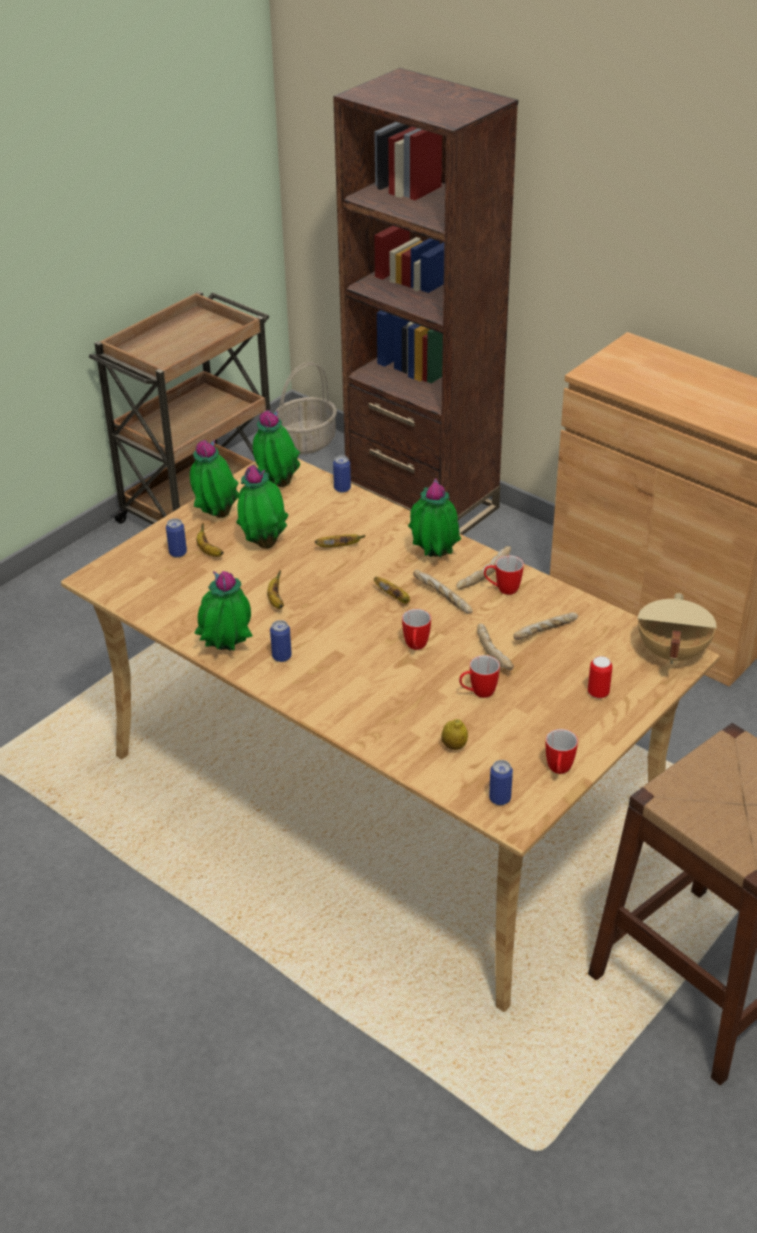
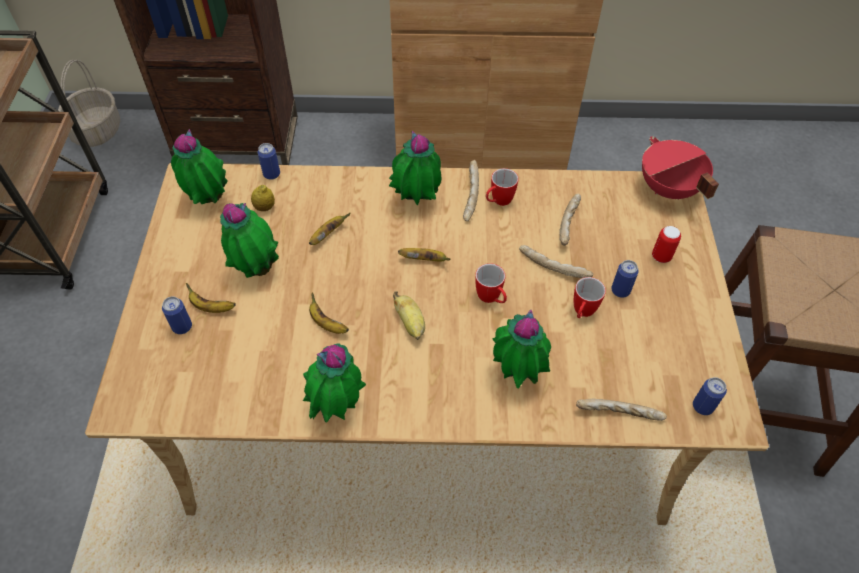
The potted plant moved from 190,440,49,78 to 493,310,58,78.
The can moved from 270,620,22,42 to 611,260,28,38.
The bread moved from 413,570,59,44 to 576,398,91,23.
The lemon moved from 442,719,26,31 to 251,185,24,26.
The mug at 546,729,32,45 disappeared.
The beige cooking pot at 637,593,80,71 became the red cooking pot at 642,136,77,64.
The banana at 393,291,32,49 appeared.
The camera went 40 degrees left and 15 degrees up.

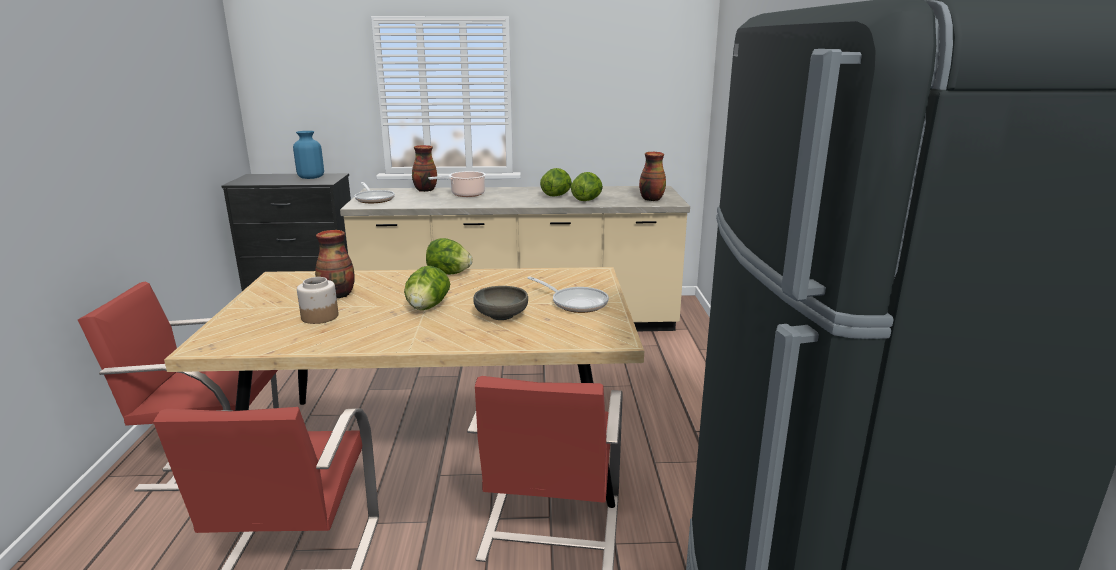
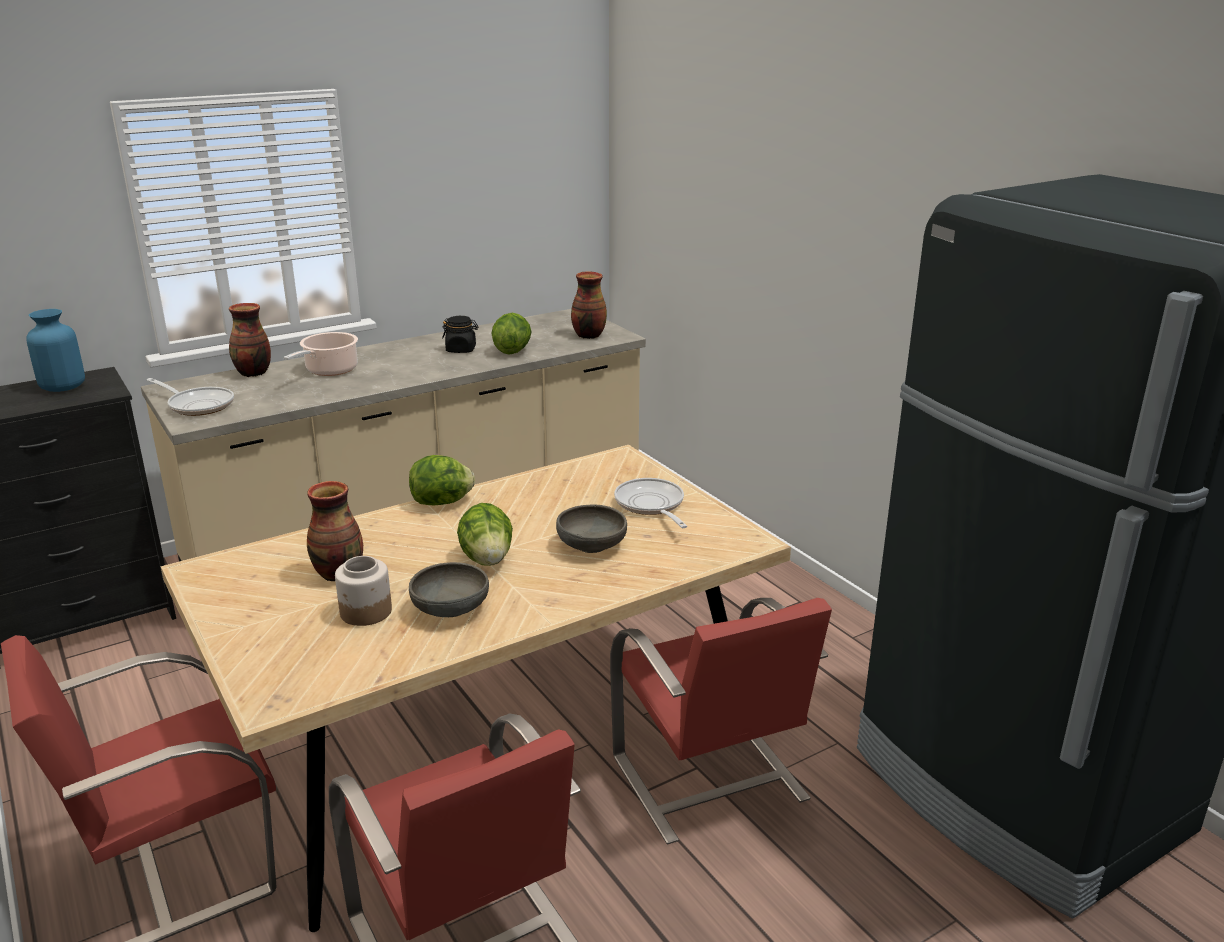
The frying pan at 528,276,81,37 turned 120 degrees counterclockwise.
The lettuce at 540,168,32,29 was replaced by the black jar at 442,316,36,37.
The grey bowl at 409,562,80,55 appeared.
The camera went 30 degrees left and 5 degrees up.

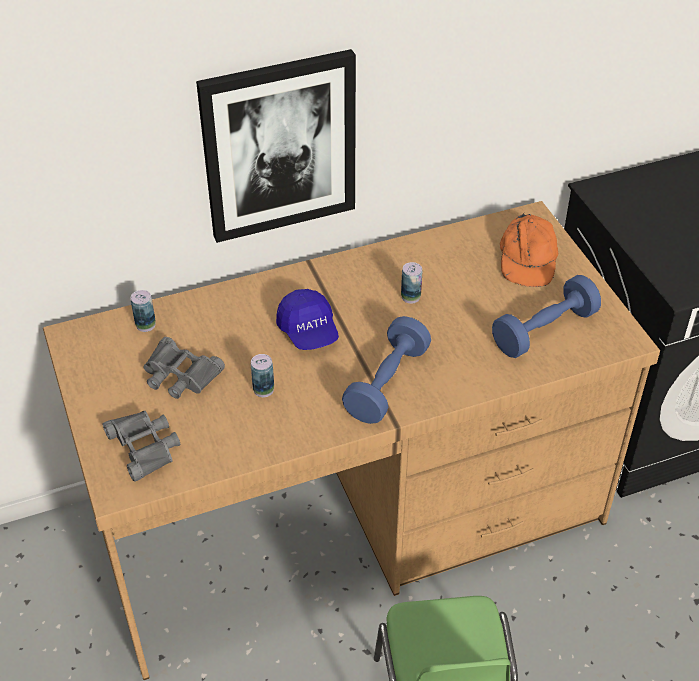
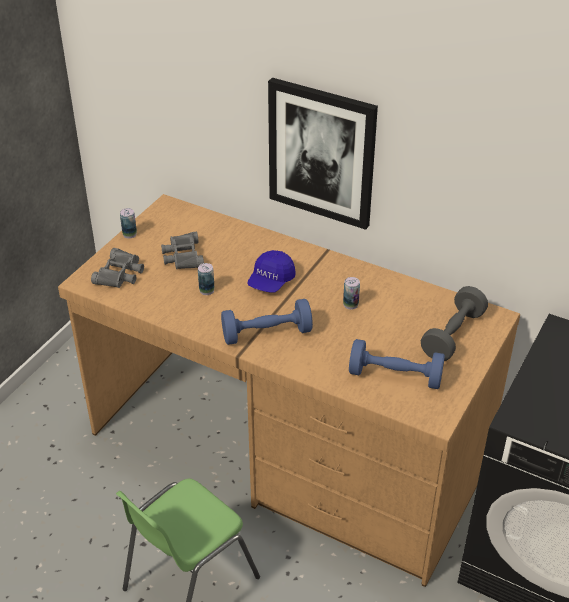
The can moved from 131,290,25,42 to 120,208,17,31.
The orange cap at 500,212,58,75 was replaced by the grey dumbbell at 421,286,67,75.
The camera went 50 degrees right and 5 degrees down.

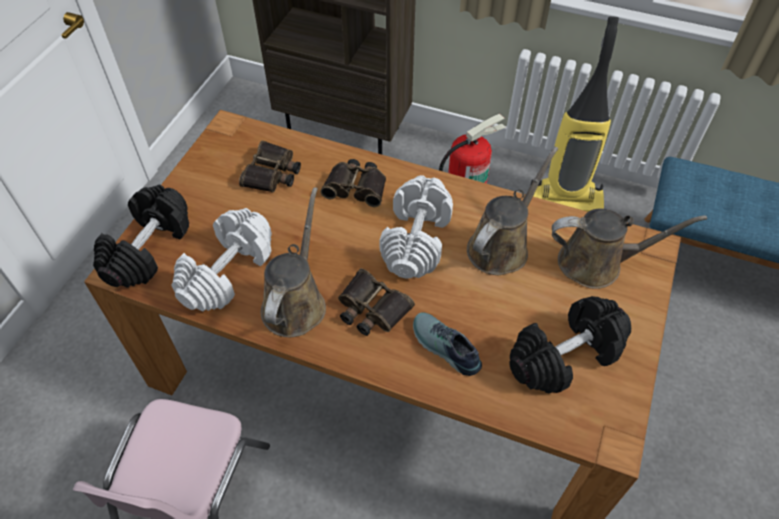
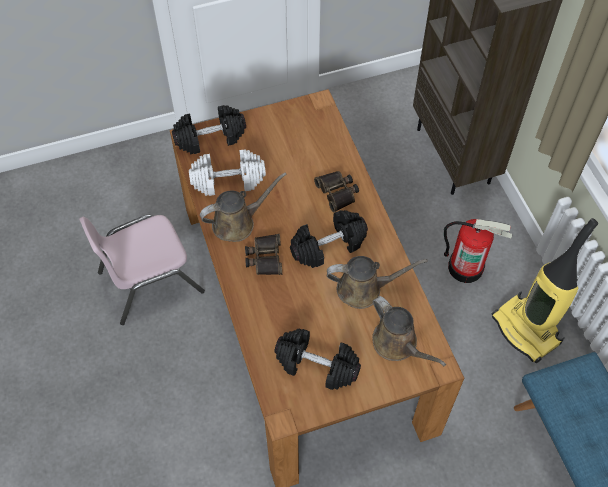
The binoculars at 239,141,62,51 disappeared.
The white dumbbell at 379,175,74,104 became the black dumbbell at 290,210,78,58.
The shoe at 413,312,69,64 disappeared.
The camera went 50 degrees right and 5 degrees up.

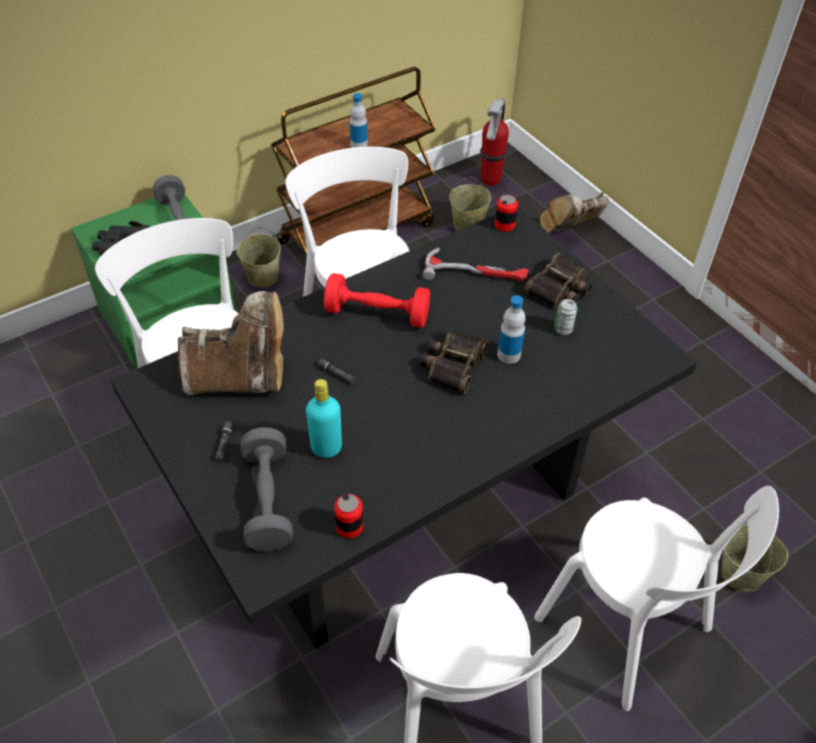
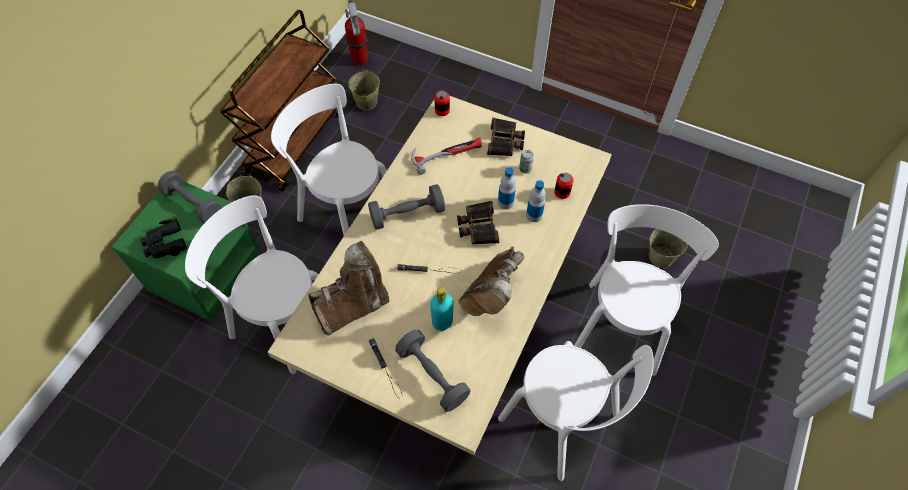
The black dining table at 111,206,586,443 became the beige dining table at 268,96,344,359.
The red dumbbell at 324,273,106,55 became the grey dumbbell at 368,184,77,46.
The can moved from 334,494,29,44 to 554,173,19,26.
The bottle moved from 350,93,18,55 to 526,180,20,42.
The white chair at 534,486,245,225 turned 90 degrees counterclockwise.
The brown boot moved from 540,192,69,41 to 458,247,66,69.
The camera went 30 degrees left and 10 degrees up.

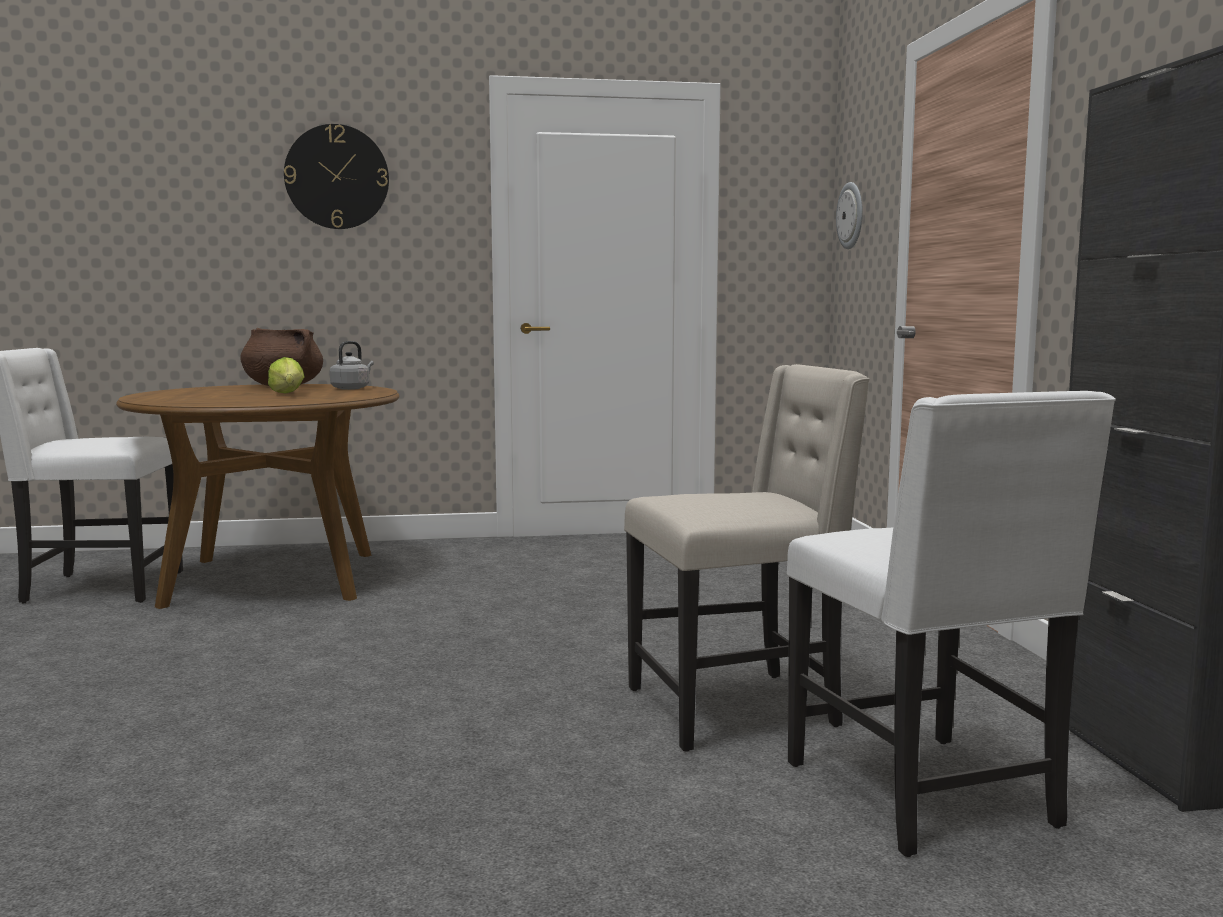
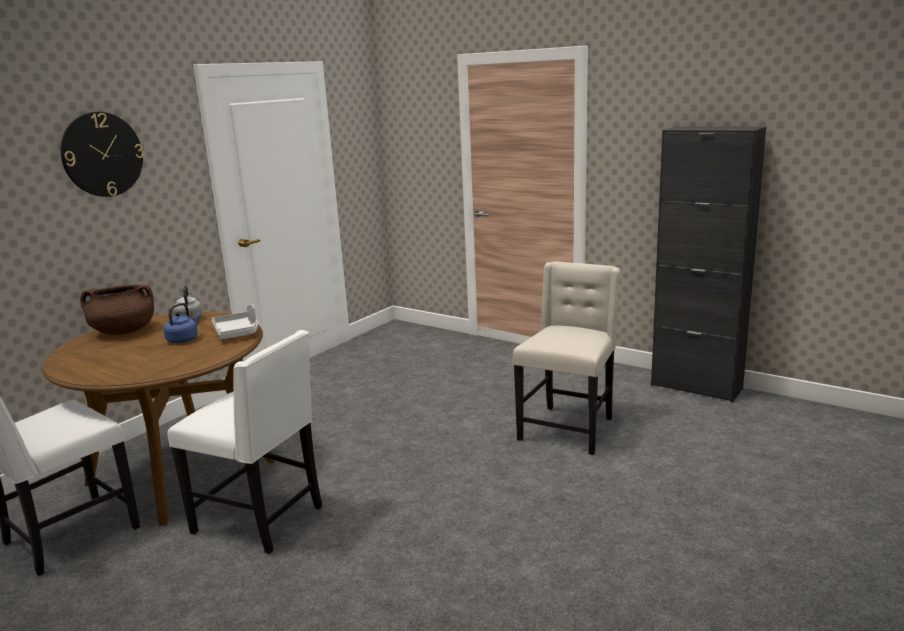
The lettuce at 268,357,37,36 was replaced by the blue kettle at 164,303,36,40.
The white chair moved from 787,391,329,466 to 168,330,154,224.
The wall clock at 836,182,27,67 disappeared.
The grey tray at 212,305,46,34 appeared.
The camera went 45 degrees left and 10 degrees up.

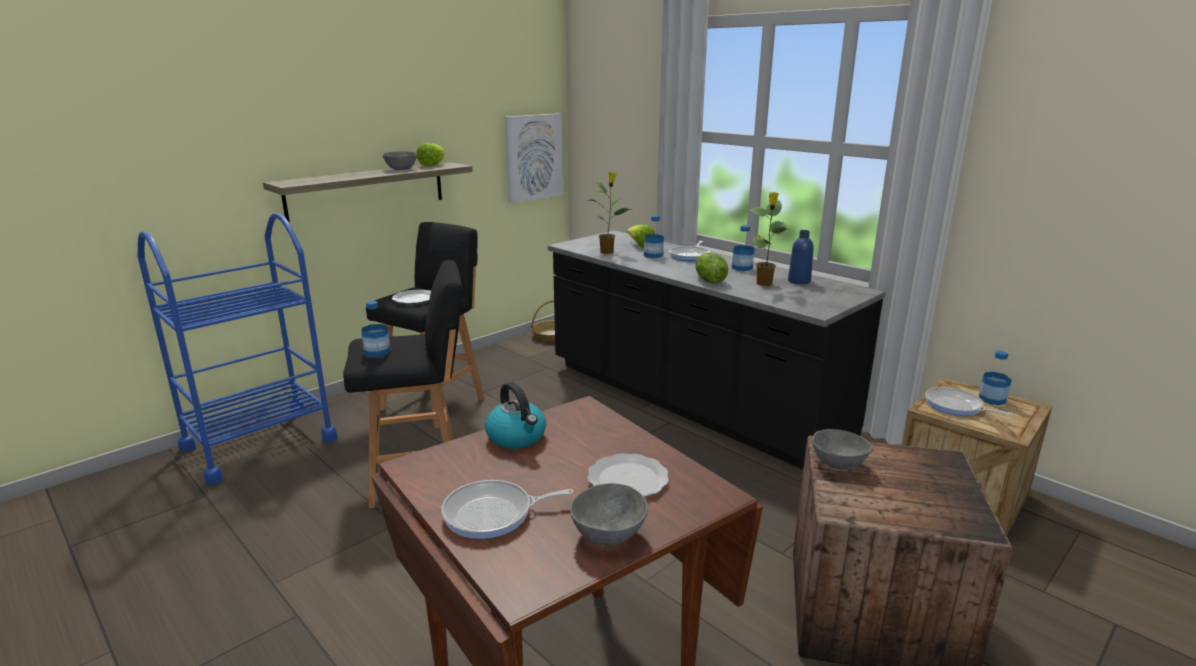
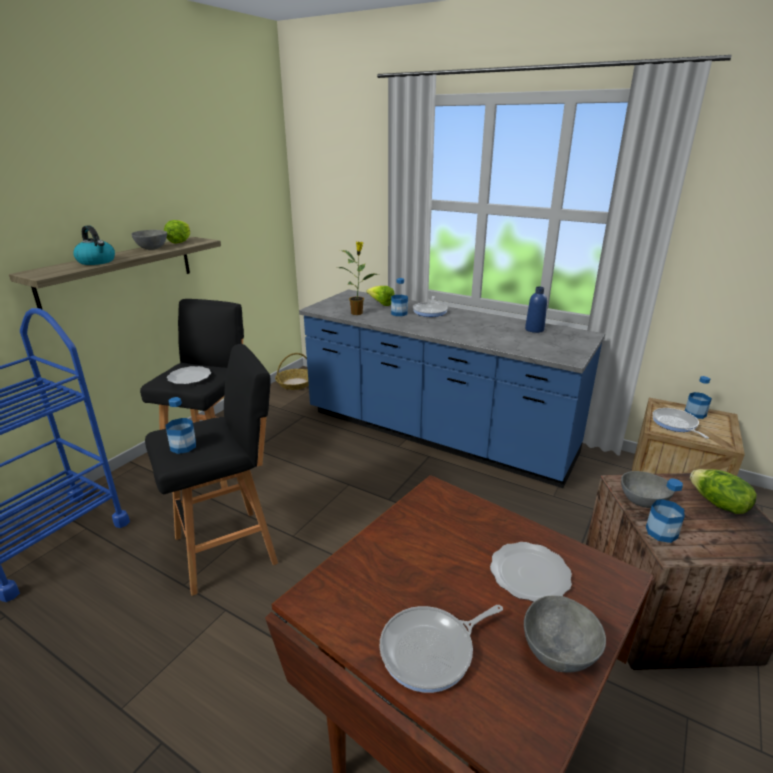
The kettle moved from 485,382,61,67 to 73,225,42,40.
The picture at 505,113,58,90 disappeared.
The black counter at 548,231,338,238 became the blue counter at 299,289,306,199.
The lettuce moved from 696,253,32,30 to 690,469,67,45.
The bottle moved from 732,225,22,46 to 646,478,39,65.
The potted plant at 749,192,38,94 disappeared.
The frying pan at 925,387,88,29 turned 45 degrees clockwise.
The camera went 15 degrees left and 5 degrees up.

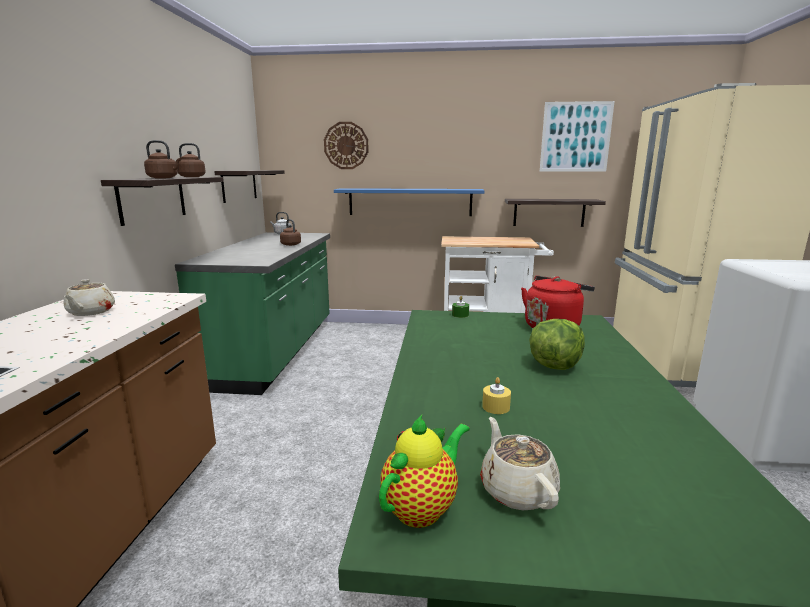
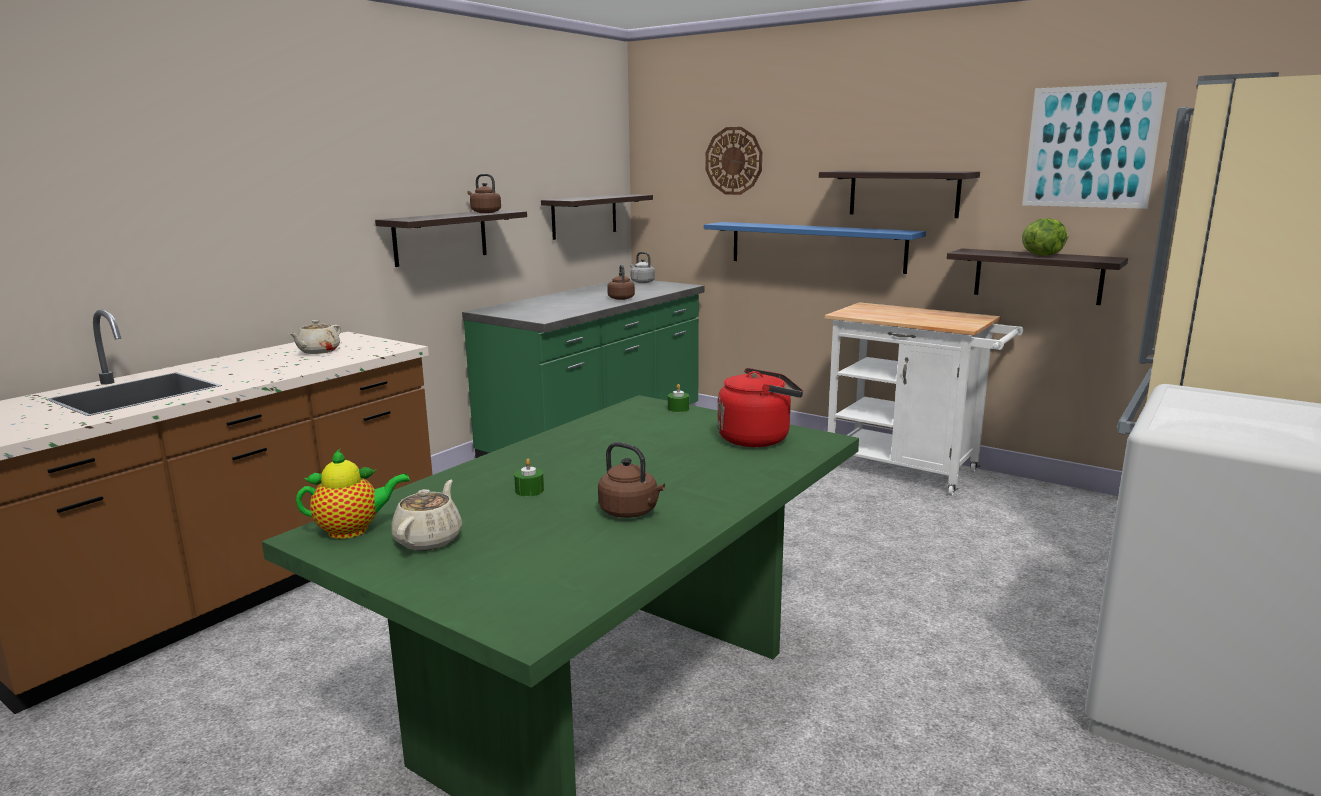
The brown kettle moved from 144,140,37,38 to 598,442,67,76.
The yellow candle at 482,377,29,37 became the green candle at 514,459,30,37.
The lettuce moved from 529,319,56,51 to 1022,218,46,38.
The shelf at 819,171,161,47 appeared.
The camera went 30 degrees right and 0 degrees up.

